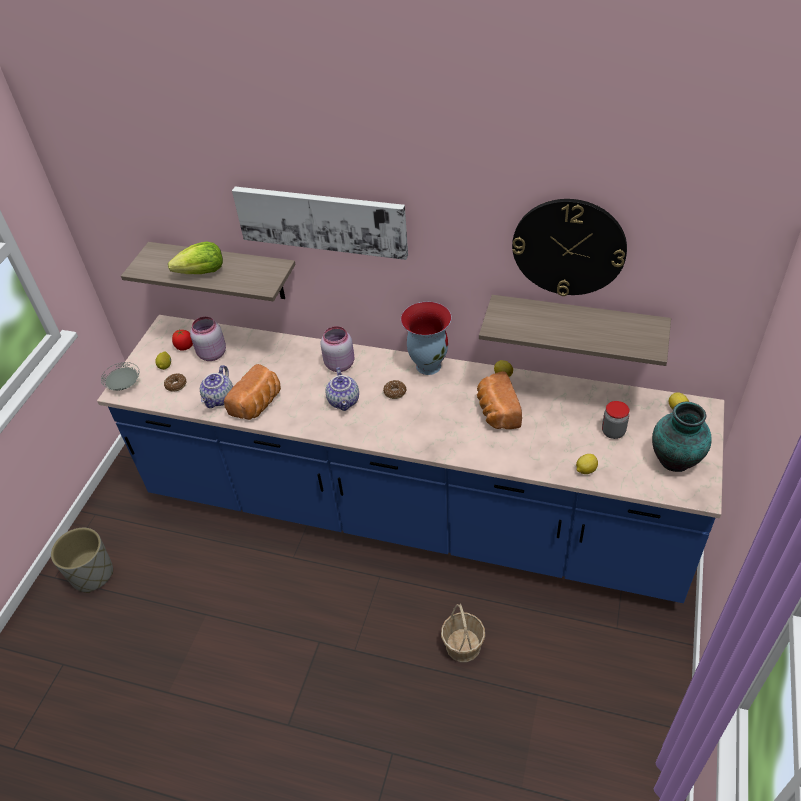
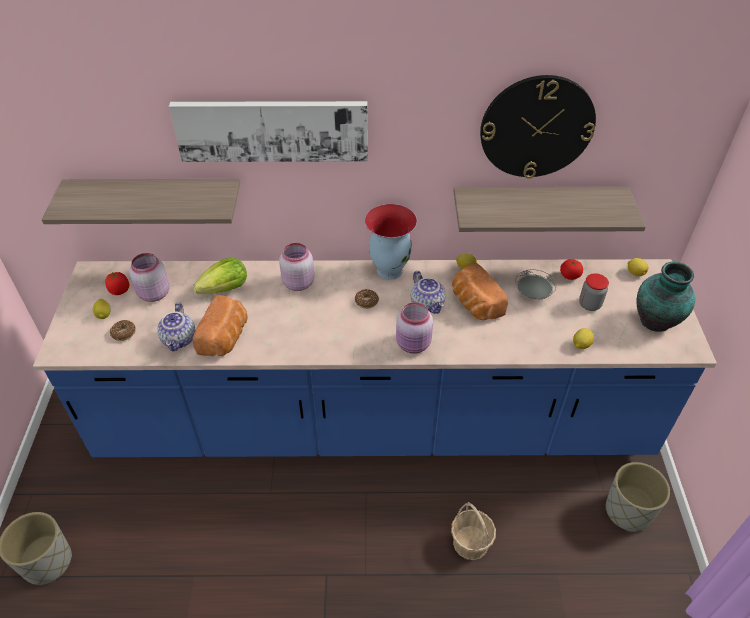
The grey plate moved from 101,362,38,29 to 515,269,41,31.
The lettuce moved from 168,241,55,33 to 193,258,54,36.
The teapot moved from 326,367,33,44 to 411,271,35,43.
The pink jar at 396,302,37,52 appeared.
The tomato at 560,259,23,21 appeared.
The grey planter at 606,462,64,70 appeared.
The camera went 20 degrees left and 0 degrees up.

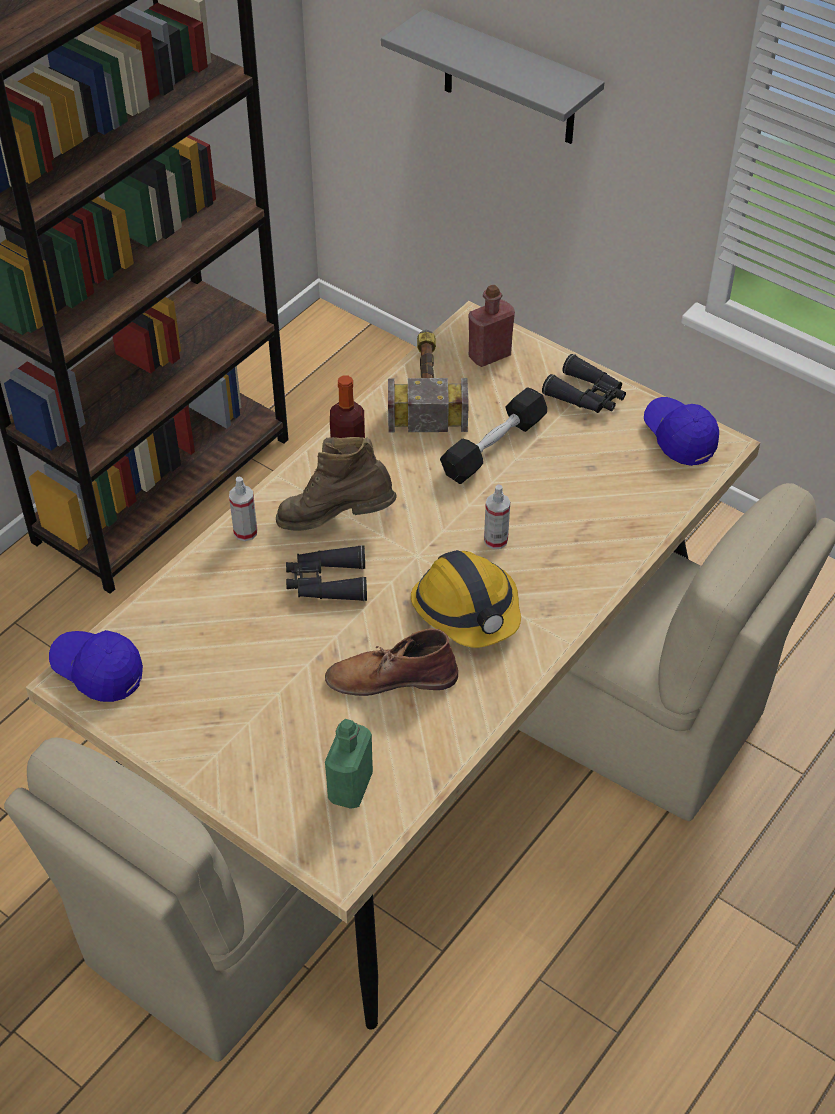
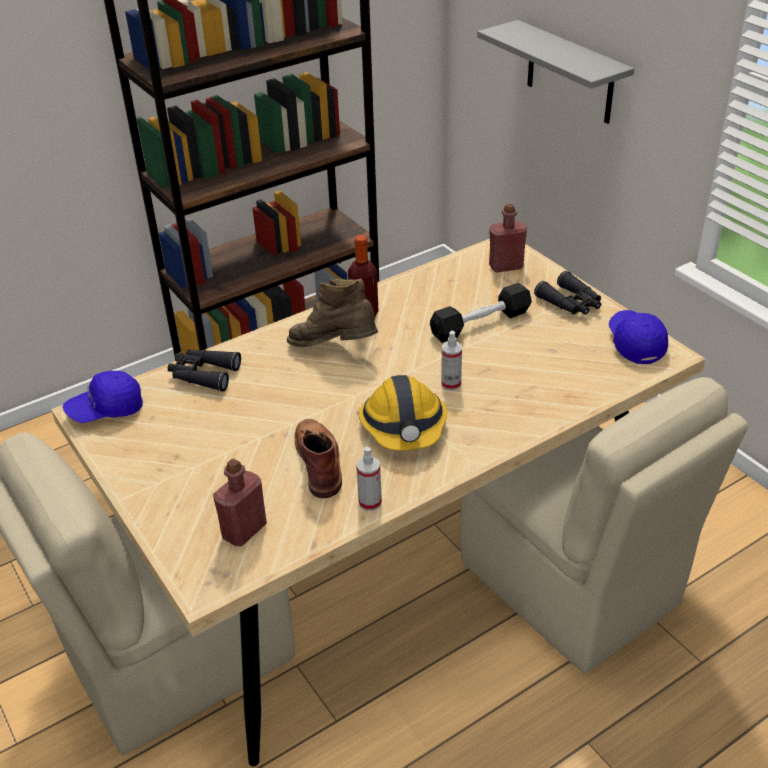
The blue cap at 49,630,94,72 turned 75 degrees counterclockwise.
The spray bottle moved from 229,477,28,64 to 356,447,26,64.
The black binoculars moved from 286,545,81,56 to 168,349,73,43.
The brown boot at 325,628,133,68 turned 60 degrees clockwise.
The green bottle at 325,719,48,90 became the red bottle at 213,459,54,87.
The hammer at 388,330,81,103 disappeared.
The camera went 20 degrees right and 10 degrees down.

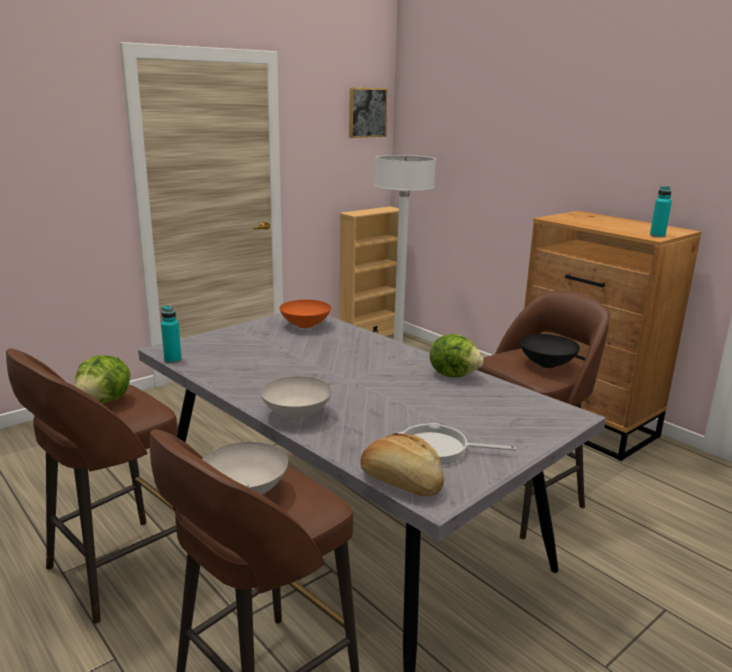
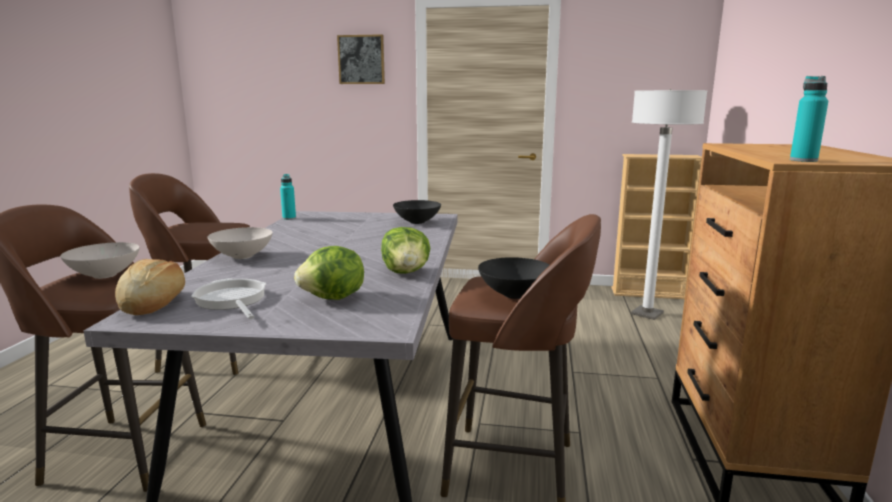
The lettuce moved from 75,355,56,48 to 294,246,70,54.
The orange bowl at 279,300,52,28 became the black bowl at 393,200,48,24.
The picture moved from 349,88,39,50 to 337,34,48,50.
The camera went 50 degrees right and 5 degrees down.

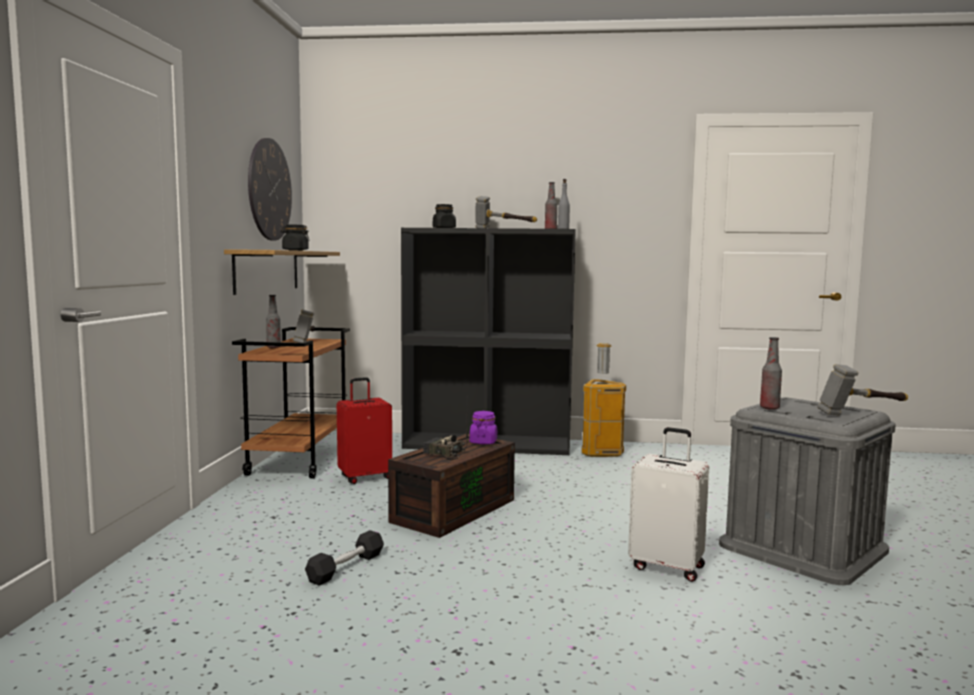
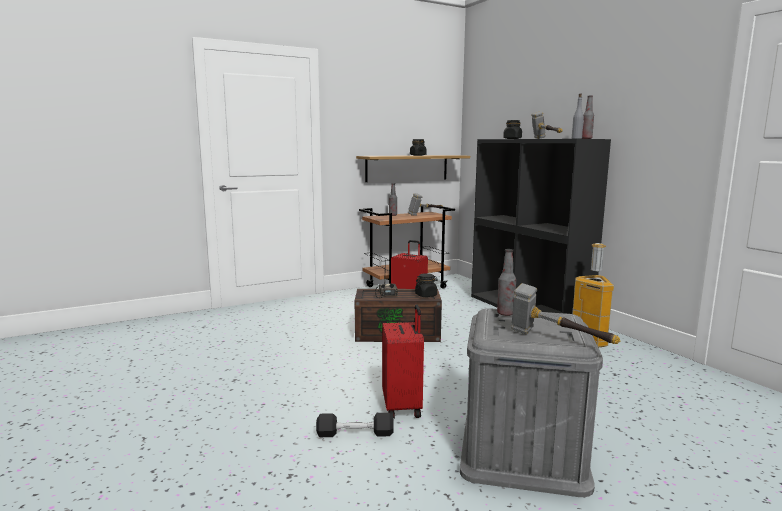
The wall clock at 248,138,44,103 disappeared.
The black dumbbell moved from 305,530,79,56 to 316,413,78,24.
The purple jar at 470,411,27,33 became the black jar at 415,273,23,24.
The white suitcase at 628,427,81,155 became the red suitcase at 382,305,42,114.
The camera went 55 degrees right and 5 degrees up.

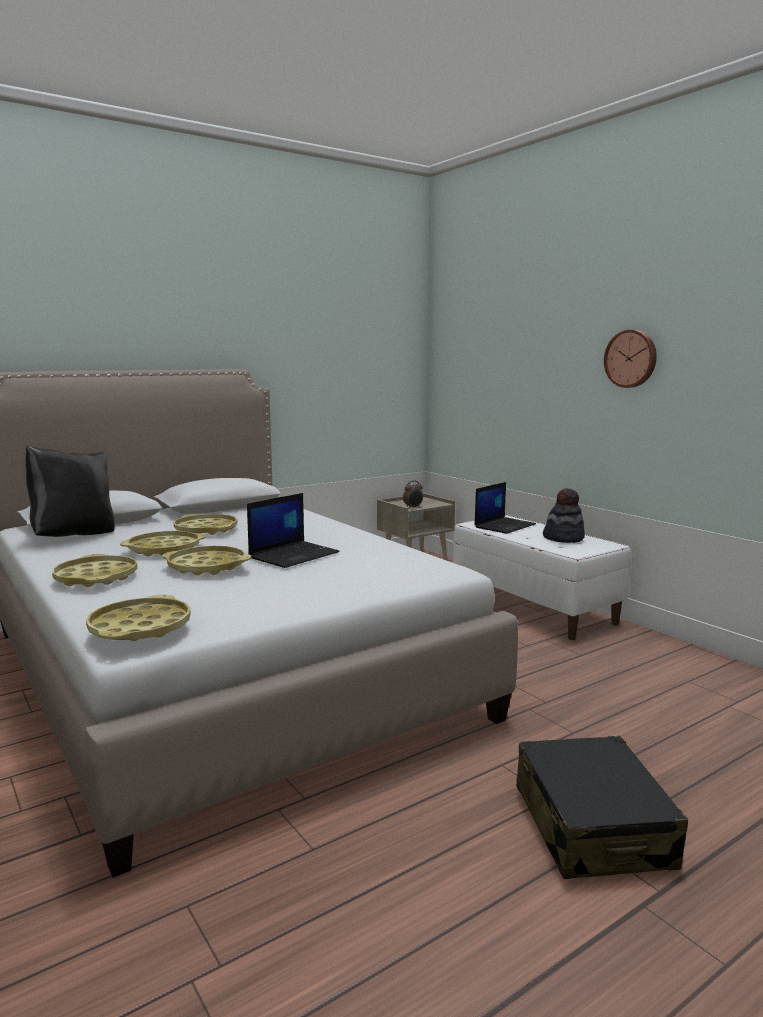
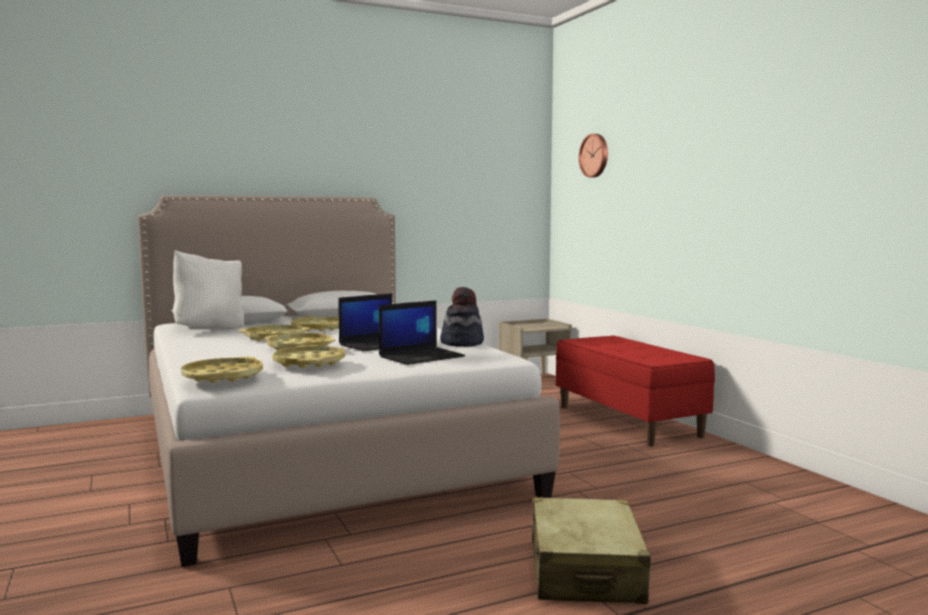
The black pillow at 25,445,90,92 became the white pillow at 173,250,71,79.
The yellow tray moved from 52,554,85,33 to 273,345,72,23.
The alarm clock at 403,480,20,29 disappeared.
The white bench at 453,515,178,125 became the red bench at 556,336,159,110.
The laptop moved from 474,482,62,52 to 379,300,86,65.
The black suitcase at 516,736,172,143 became the beige suitcase at 532,497,119,107.
The hat moved from 543,488,42,55 to 440,287,44,60.
The wall clock moved from 604,330,53,58 to 579,134,29,44.
The camera went 10 degrees right and 5 degrees down.

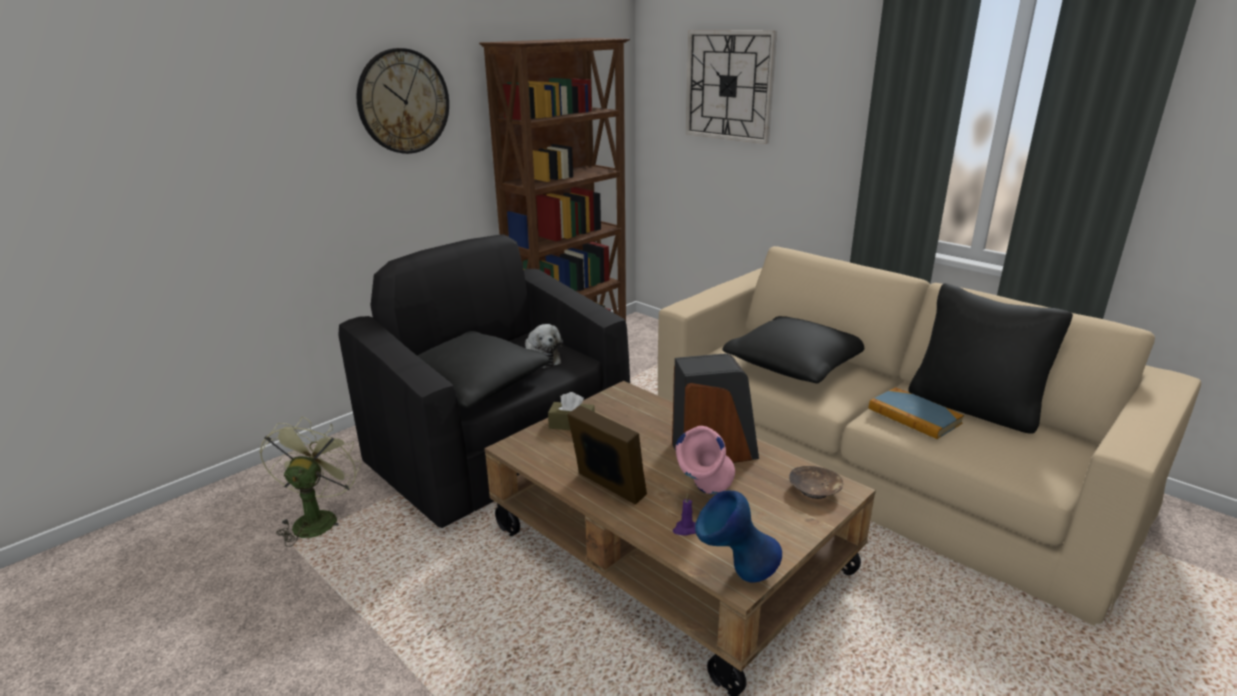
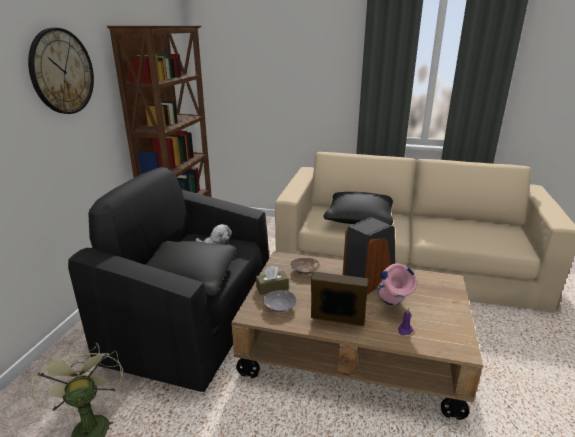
The wall clock at 686,30,91,114 disappeared.
The blue vase at 695,491,87,92 disappeared.
The brown bowl moved from 789,466,54,33 to 291,258,29,17.
The book at 869,387,95,52 disappeared.
The black pillow at 909,283,164,151 disappeared.
The grey bowl at 263,290,33,22 appeared.
The camera went 30 degrees left and 0 degrees up.

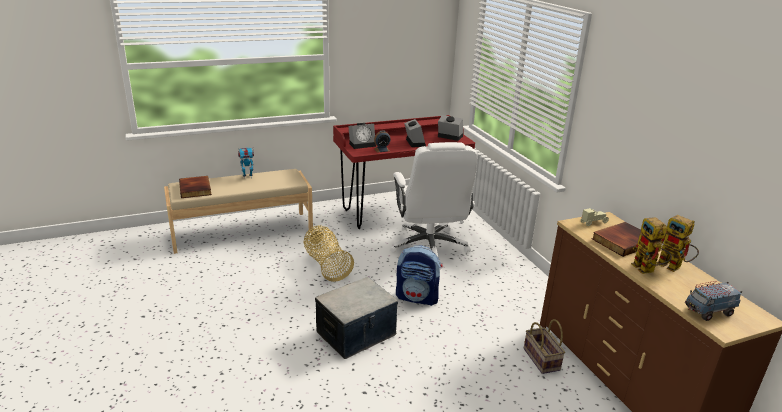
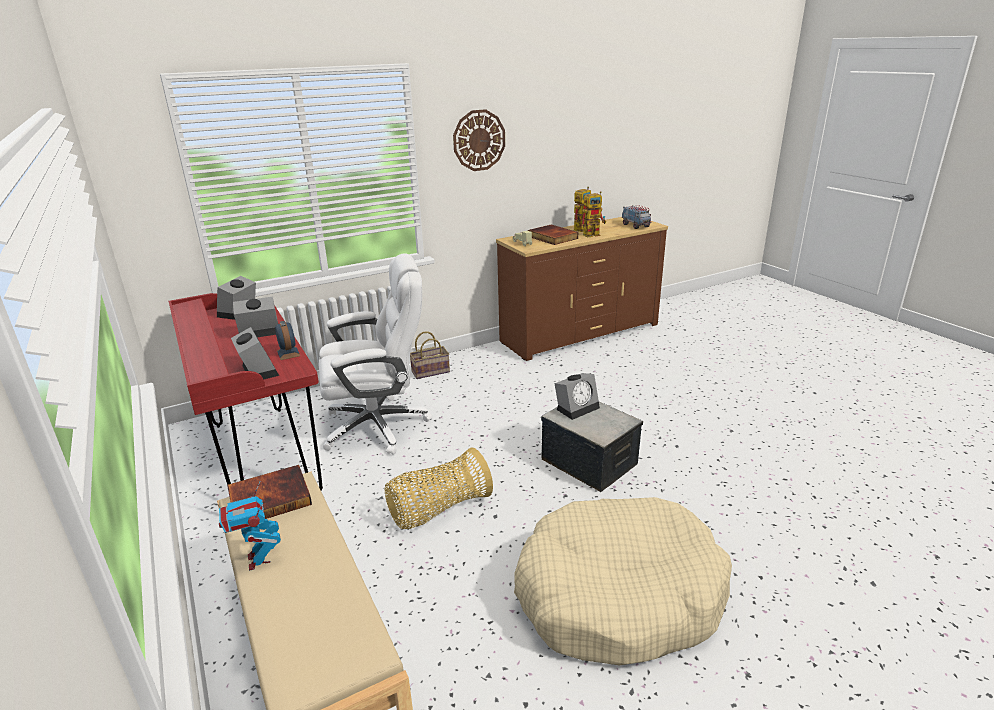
The book moved from 179,176,33,22 to 227,465,85,54.
The backpack at 396,245,47,61 disappeared.
The basket moved from 524,319,41,55 to 410,331,40,48.
The wall clock at 453,109,52,62 appeared.
The beige dog bed at 514,497,218,169 appeared.
The alarm clock at 554,373,46,47 appeared.
The camera went 95 degrees left and 0 degrees up.

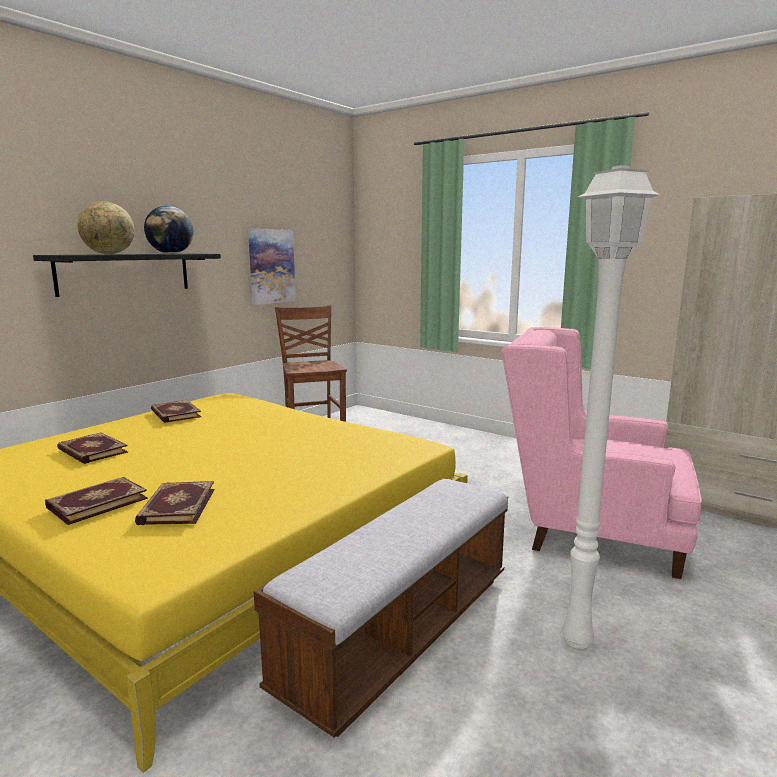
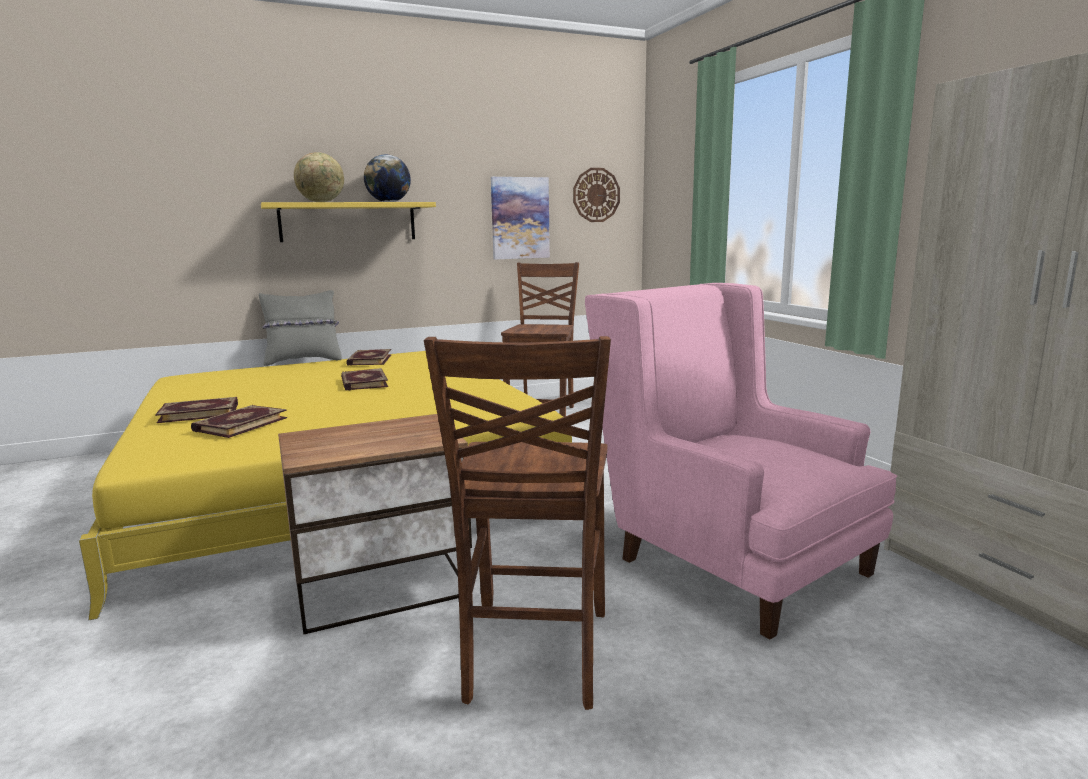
The black shelf at 33,254,188,43 became the yellow shelf at 261,202,175,40.
The book moved from 57,432,71,32 to 341,368,47,23.
The bench at 254,478,254,260 was replaced by the nightstand at 278,414,194,220.
The white floor lamp at 562,165,99,484 was replaced by the brown chair at 424,336,187,374.
The grey pillow at 259,290,83,76 appeared.
The wall clock at 573,168,47,54 appeared.
The camera went 30 degrees right and 0 degrees up.

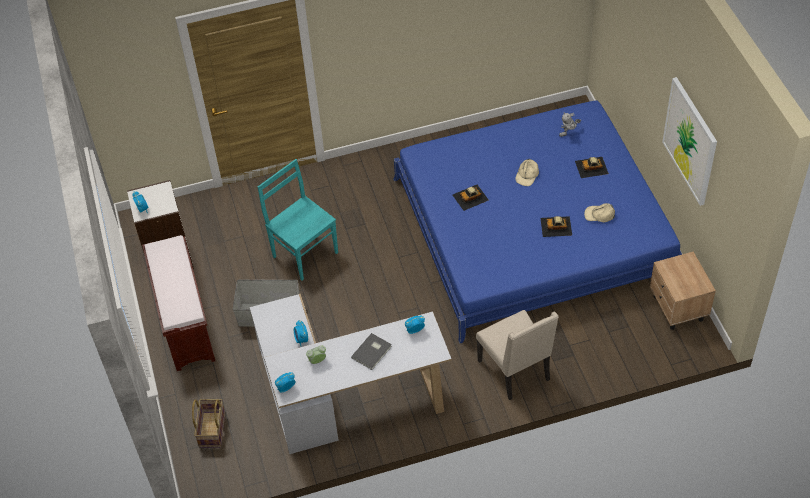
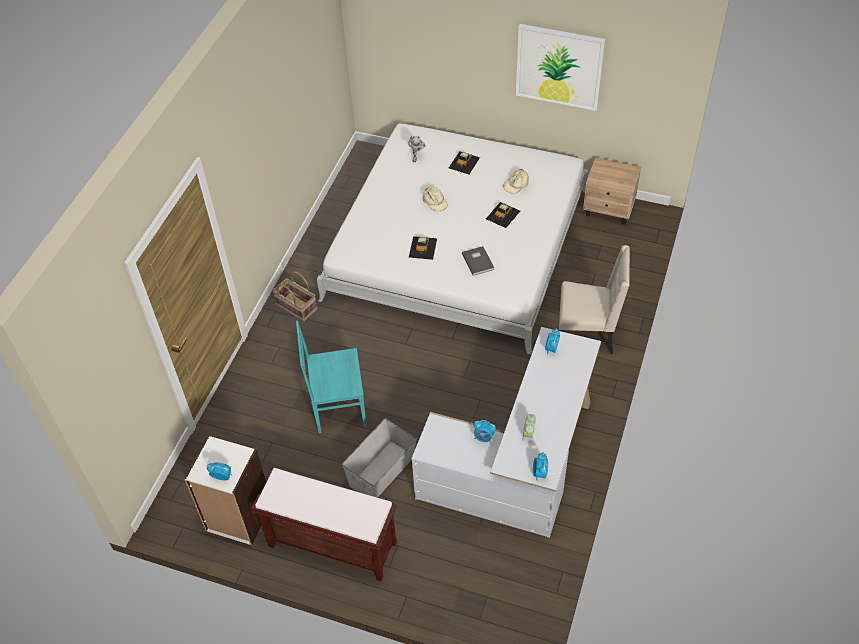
The basket moved from 192,399,33,49 to 273,271,44,51.
The grey book moved from 351,333,41,37 to 462,246,32,30.
The blue bed at 393,100,289,244 became the white bed at 317,123,272,232.
The camera went 55 degrees left and 0 degrees up.

